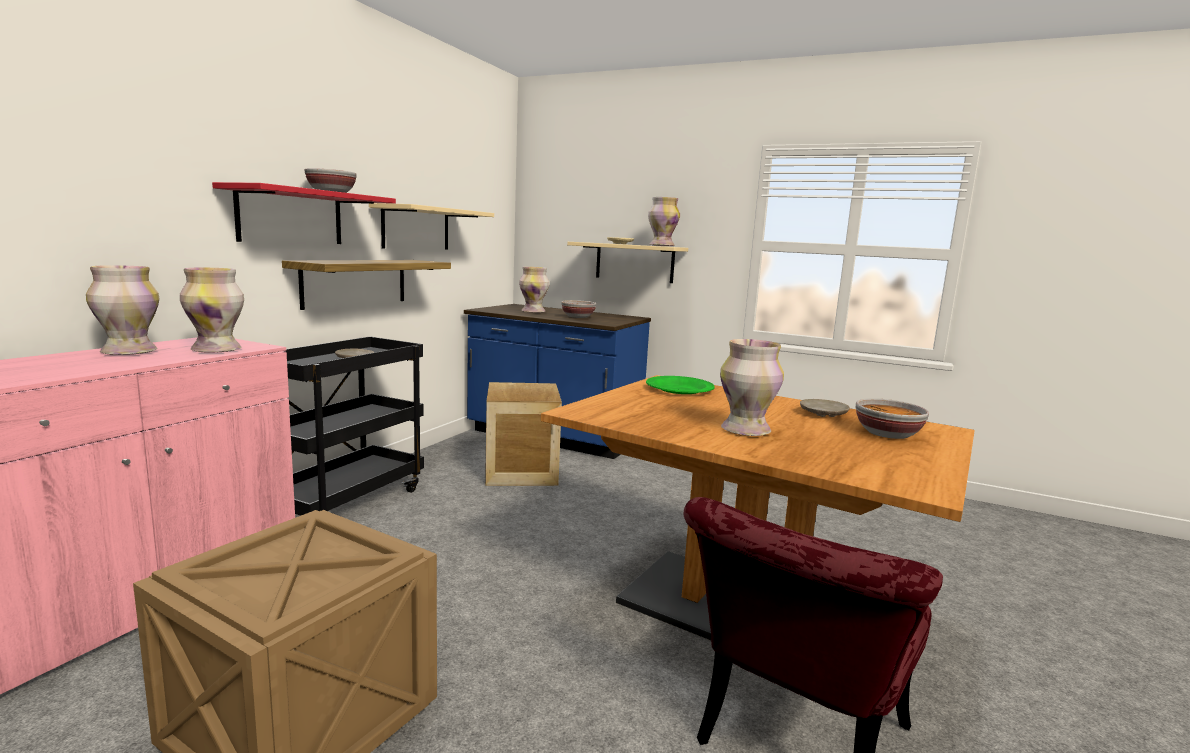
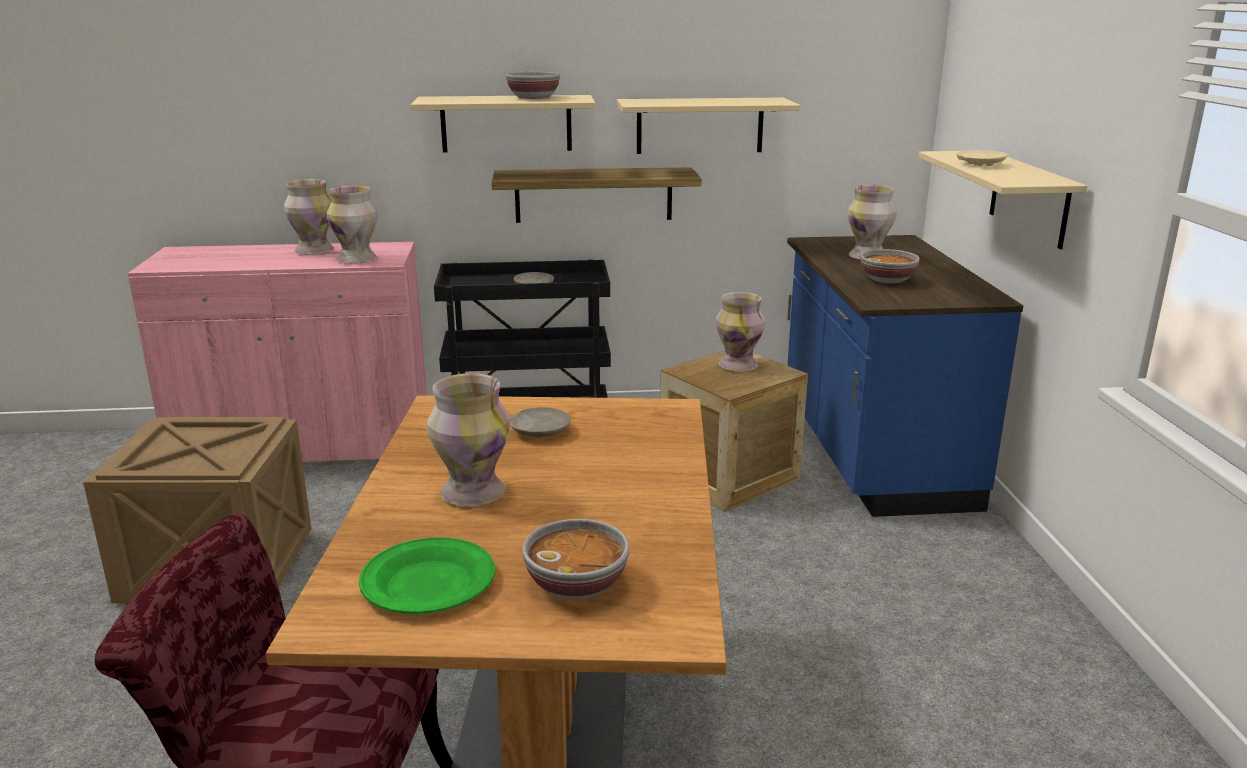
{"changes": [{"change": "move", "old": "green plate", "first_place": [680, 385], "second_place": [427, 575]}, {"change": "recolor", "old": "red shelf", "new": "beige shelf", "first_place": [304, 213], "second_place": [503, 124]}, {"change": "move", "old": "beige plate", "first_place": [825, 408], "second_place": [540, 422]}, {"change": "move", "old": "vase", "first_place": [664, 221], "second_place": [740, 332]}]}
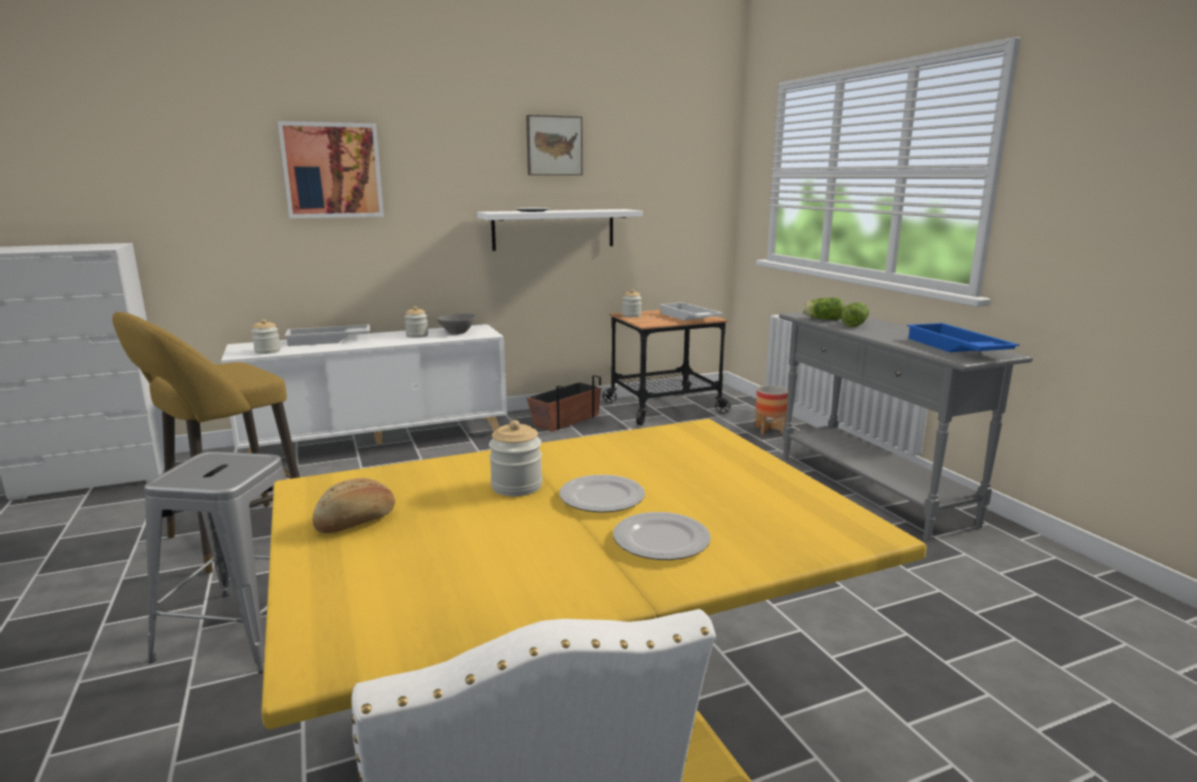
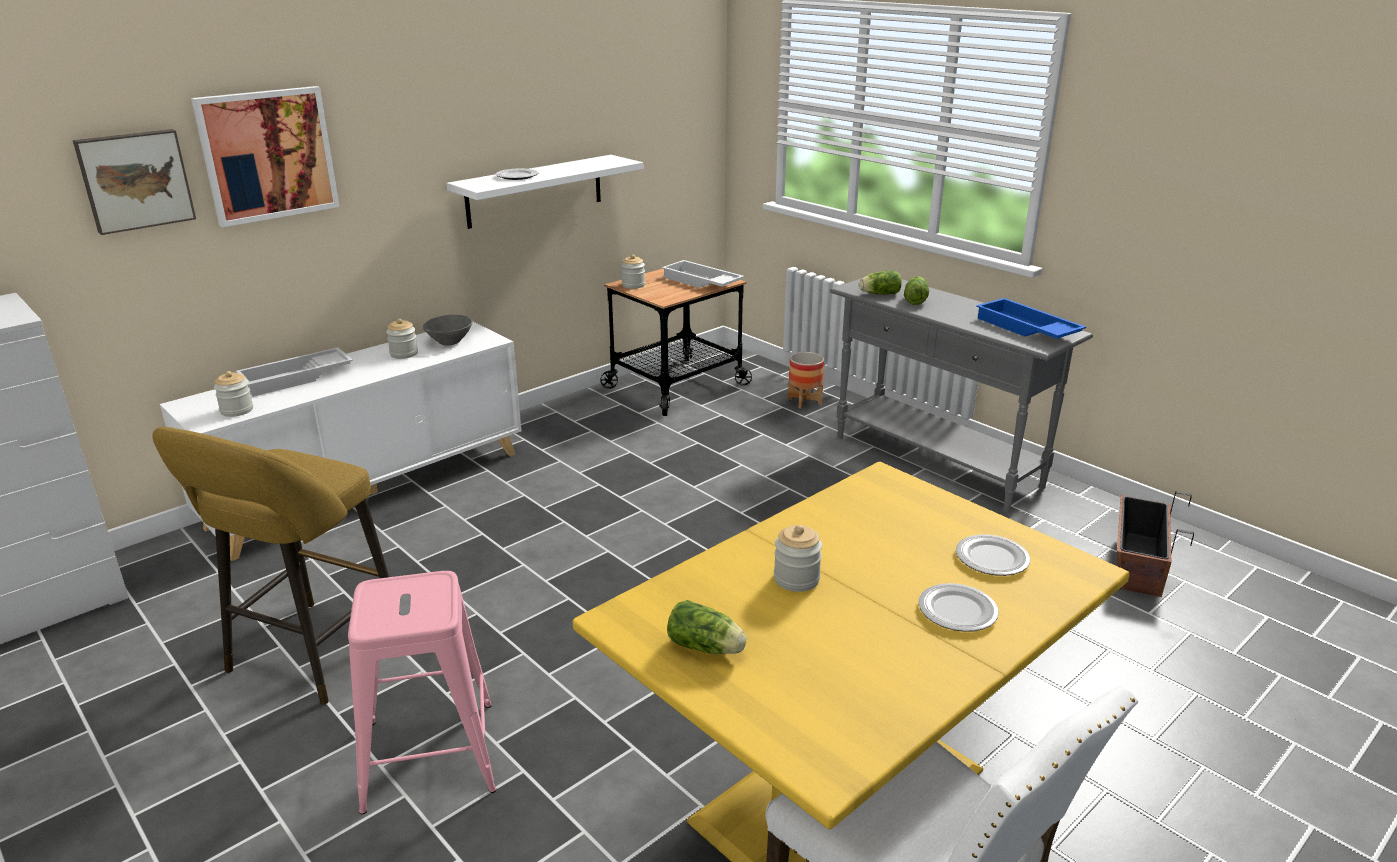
{"changes": [{"change": "move", "old": "picture", "first_place": [554, 145], "second_place": [134, 182]}, {"change": "recolor", "old": "grey stool", "new": "pink stool", "first_place": [215, 562], "second_place": [422, 692]}, {"change": "replace", "old": "bread", "new": "lettuce", "first_place": [353, 505], "second_place": [707, 627]}, {"change": "move", "old": "plate", "first_place": [602, 493], "second_place": [993, 555]}, {"change": "move", "old": "planter", "first_place": [564, 403], "second_place": [1155, 544]}]}
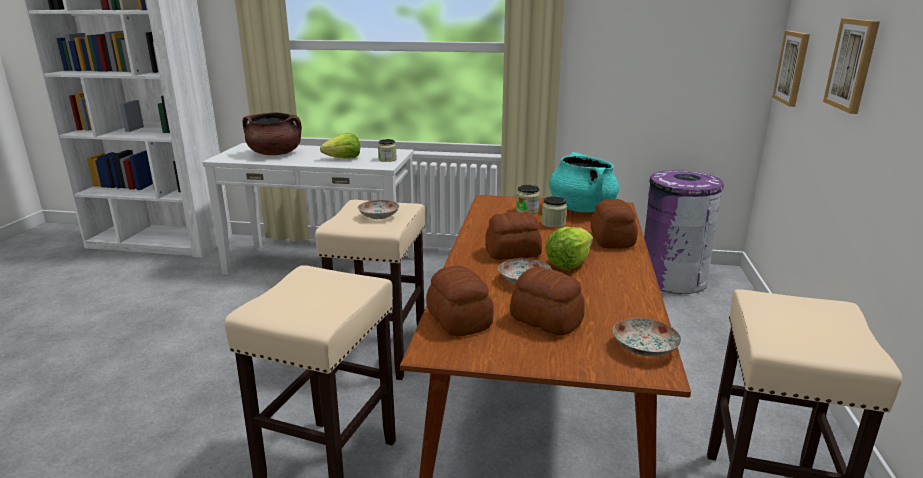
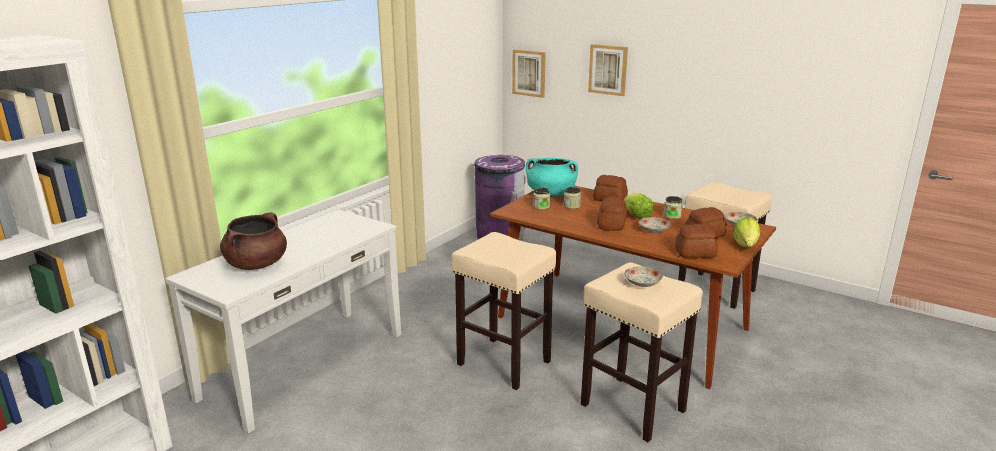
{"changes": [{"change": "move", "old": "plate", "first_place": [378, 209], "second_place": [643, 276]}, {"change": "move", "old": "jar", "first_place": [387, 150], "second_place": [673, 207]}, {"change": "move", "old": "lettuce", "first_place": [340, 146], "second_place": [746, 232]}]}
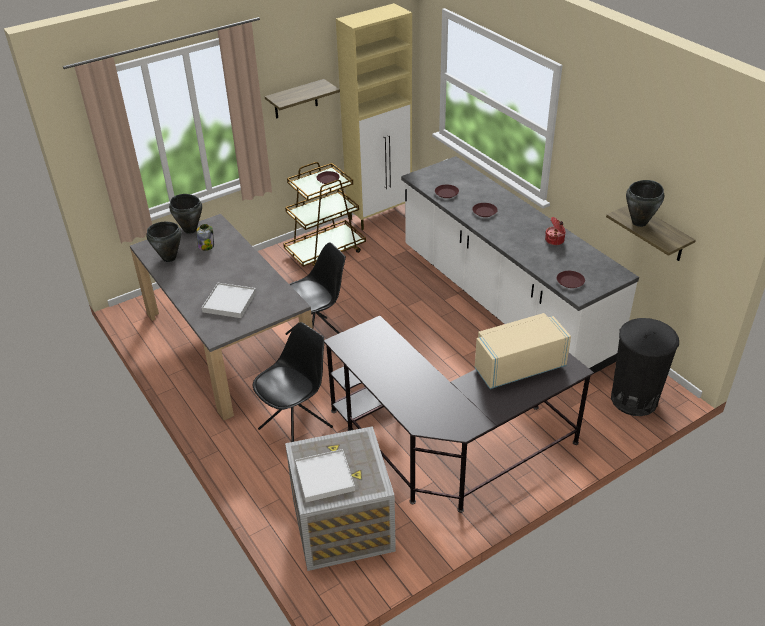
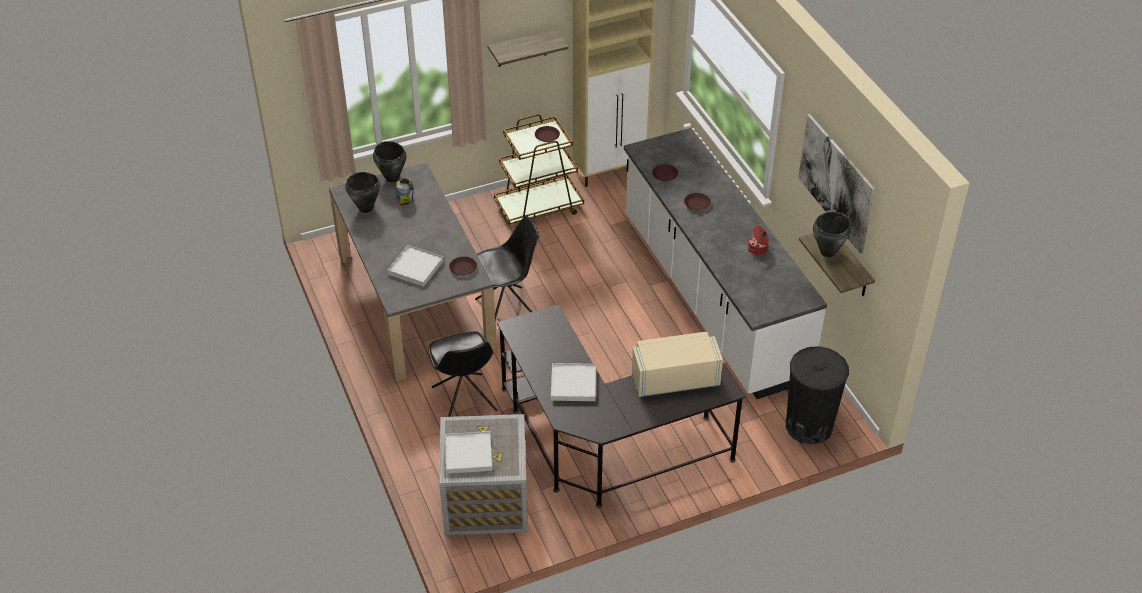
{"changes": [{"change": "rotate", "old": "black chair", "first_place": [293, 382], "second_place": [463, 374], "degrees": 105}, {"change": "move", "old": "brown plate", "first_place": [571, 279], "second_place": [463, 266]}, {"change": "insert", "new": "white tray", "second_place": [573, 382]}, {"change": "insert", "new": "picture", "second_place": [836, 184]}]}
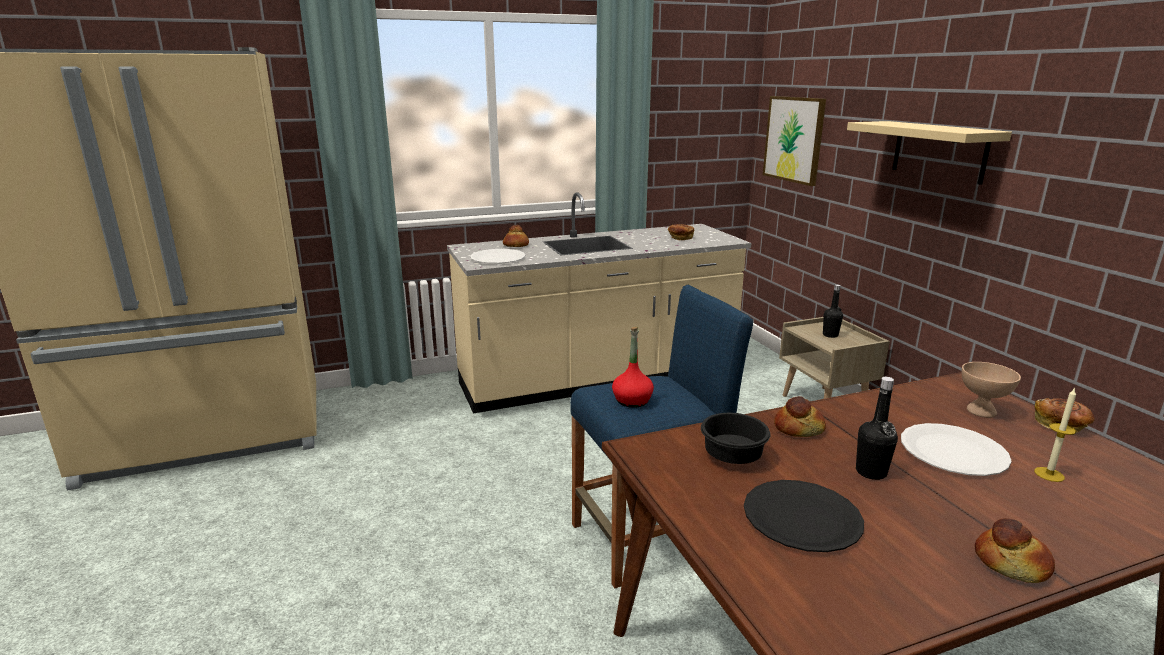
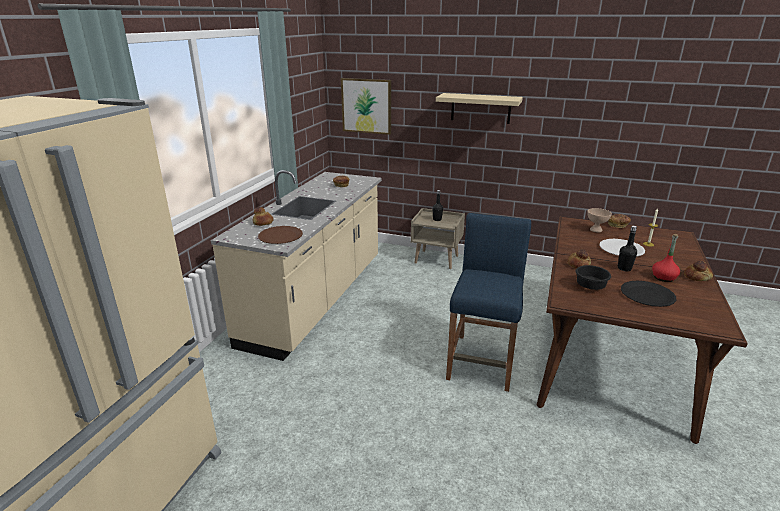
{"changes": [{"change": "recolor", "old": "white plate", "new": "brown plate", "first_place": [498, 256], "second_place": [280, 235]}, {"change": "move", "old": "red bottle", "first_place": [633, 367], "second_place": [666, 258]}]}
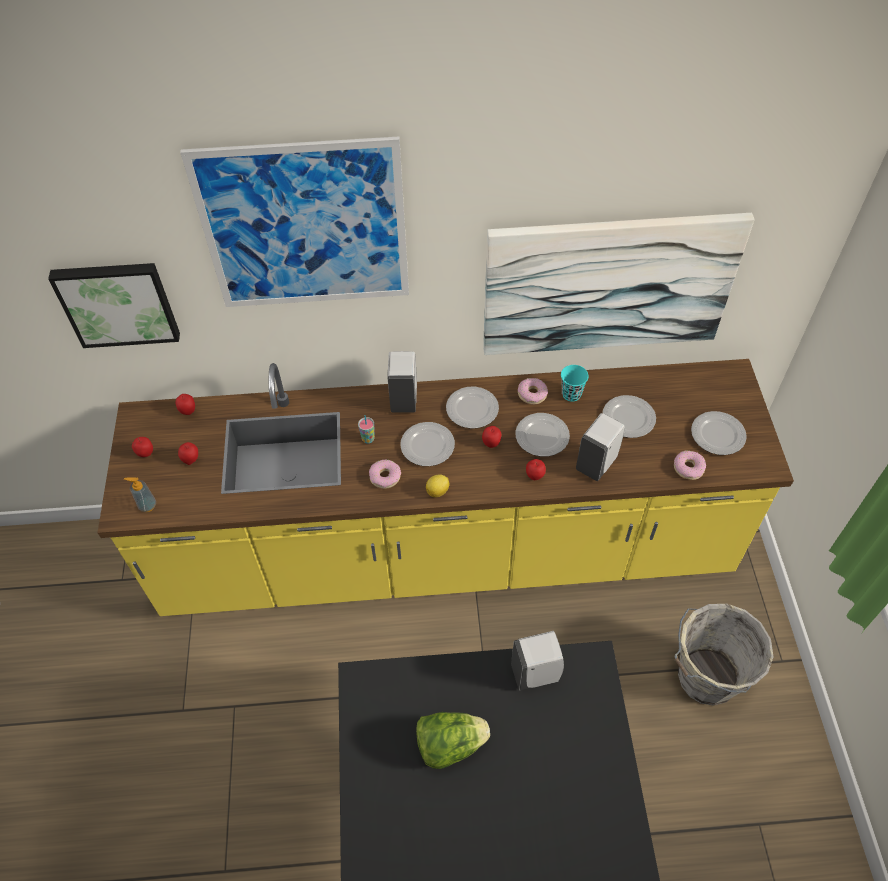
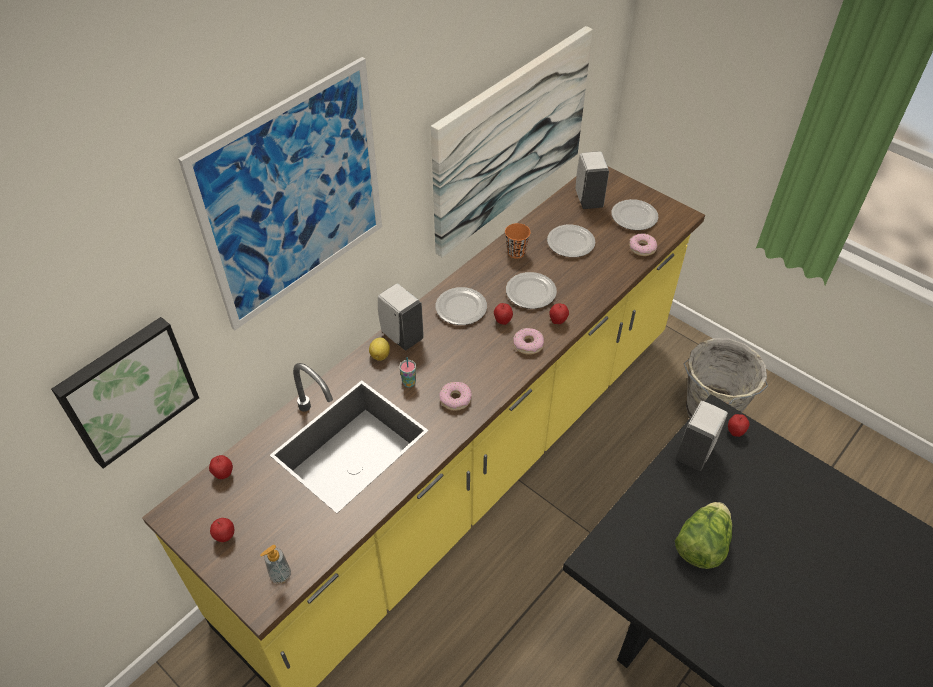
{"changes": [{"change": "move", "old": "lemon", "first_place": [437, 485], "second_place": [379, 349]}, {"change": "recolor", "old": "turquoise cup", "new": "orange cup", "first_place": [575, 383], "second_place": [517, 241]}, {"change": "move", "old": "donut", "first_place": [533, 391], "second_place": [528, 341]}, {"change": "move", "old": "white soap dispenser", "first_place": [600, 447], "second_place": [592, 180]}, {"change": "move", "old": "apple", "first_place": [188, 453], "second_place": [738, 425]}, {"change": "delete", "old": "plate", "first_place": [427, 444]}]}
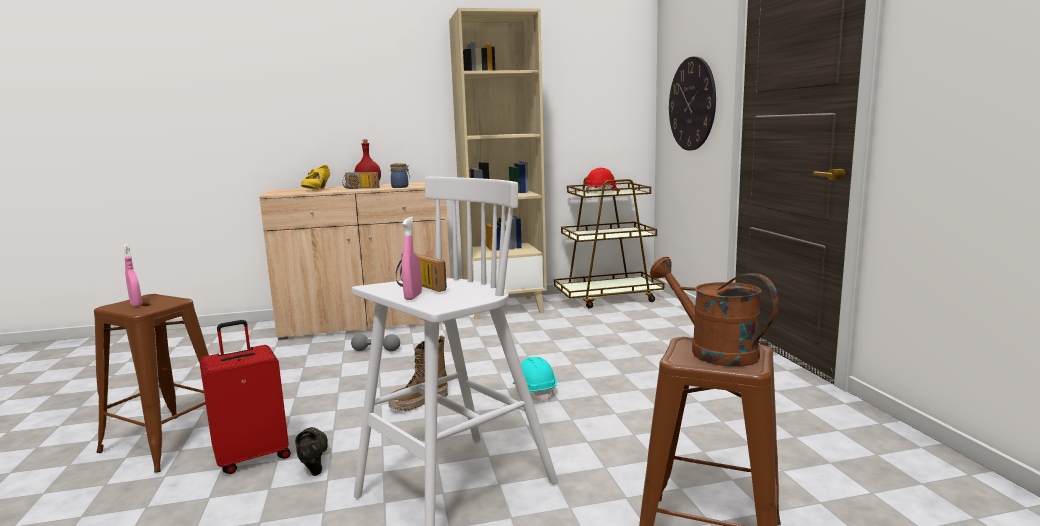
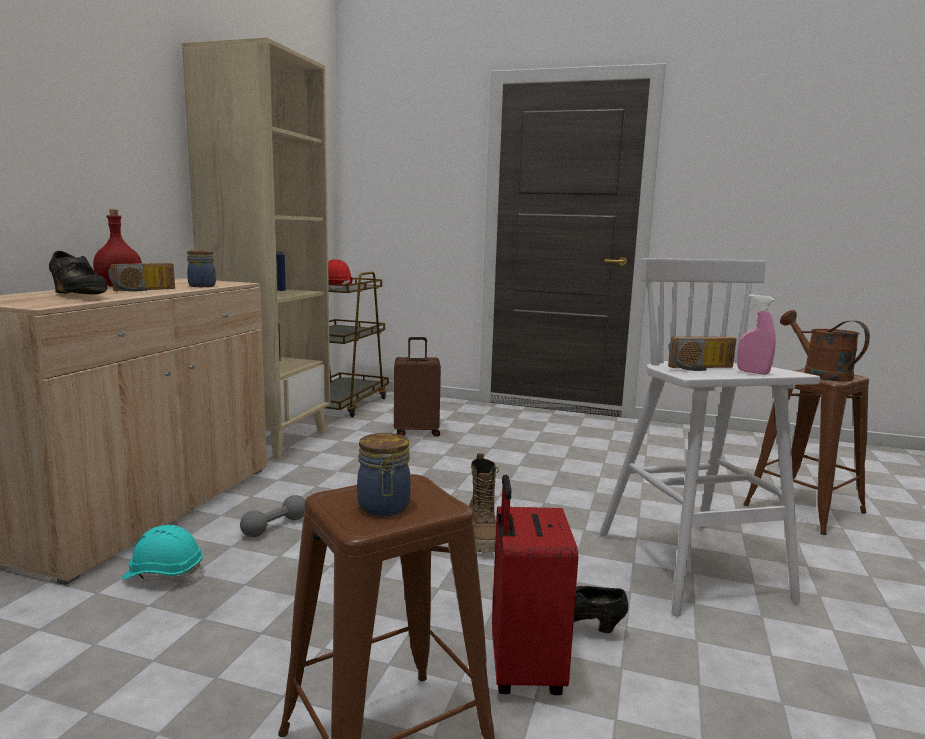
{"changes": [{"change": "recolor", "old": "yellow shoe", "new": "black shoe", "first_place": [315, 177], "second_place": [78, 273]}, {"change": "move", "old": "turquoise hard hat", "first_place": [534, 379], "second_place": [162, 554]}, {"change": "replace", "old": "pink spray bottle", "new": "jar", "first_place": [132, 275], "second_place": [384, 474]}, {"change": "insert", "new": "brown suitcase", "second_place": [417, 387]}, {"change": "rotate", "old": "brown watering can", "first_place": [714, 312], "second_place": [825, 346], "degrees": 75}, {"change": "delete", "old": "wall clock", "first_place": [692, 103]}]}
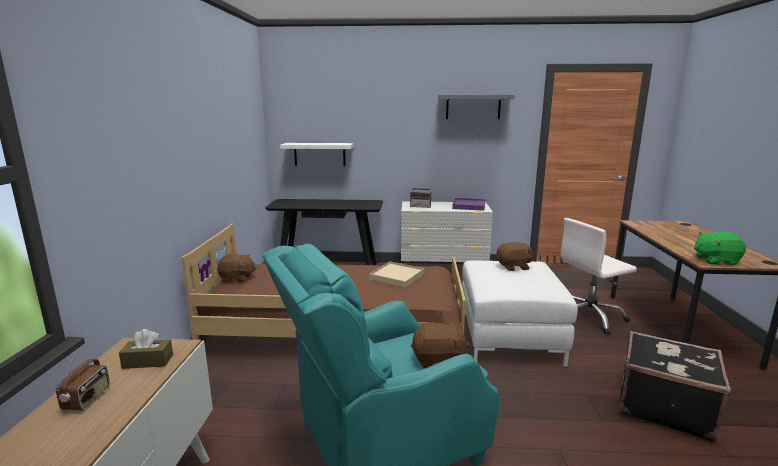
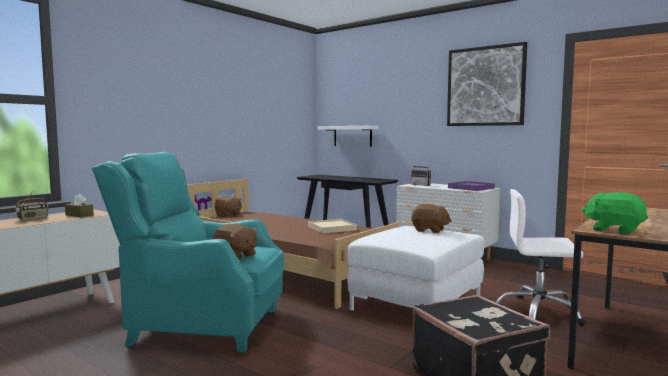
{"changes": [{"change": "replace", "old": "grey shelf", "new": "picture", "first_place": [476, 107], "second_place": [487, 84]}]}
